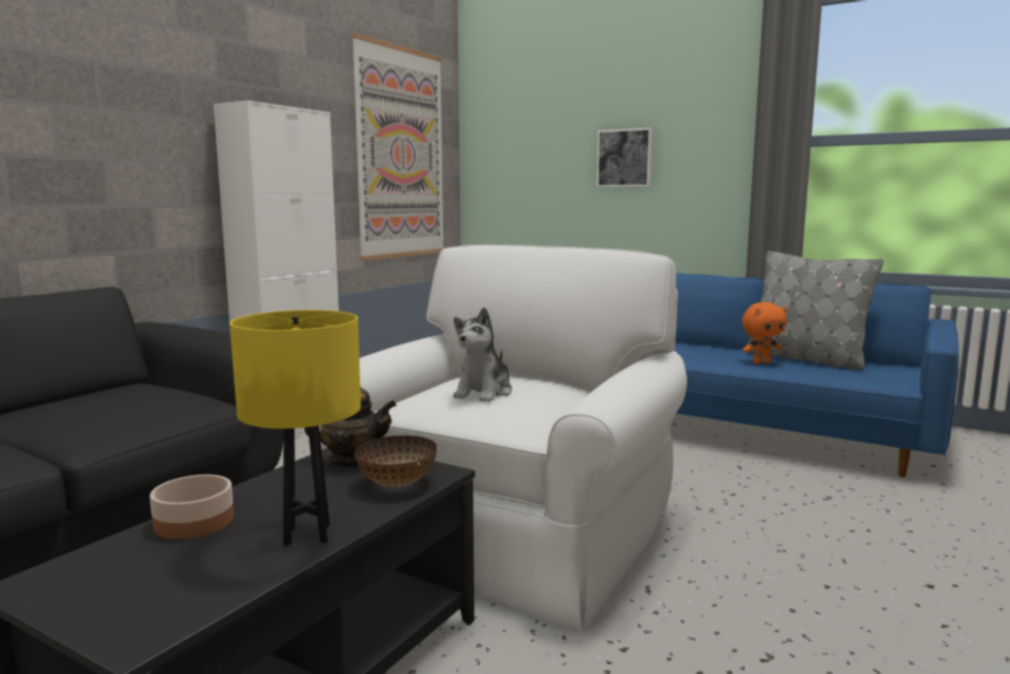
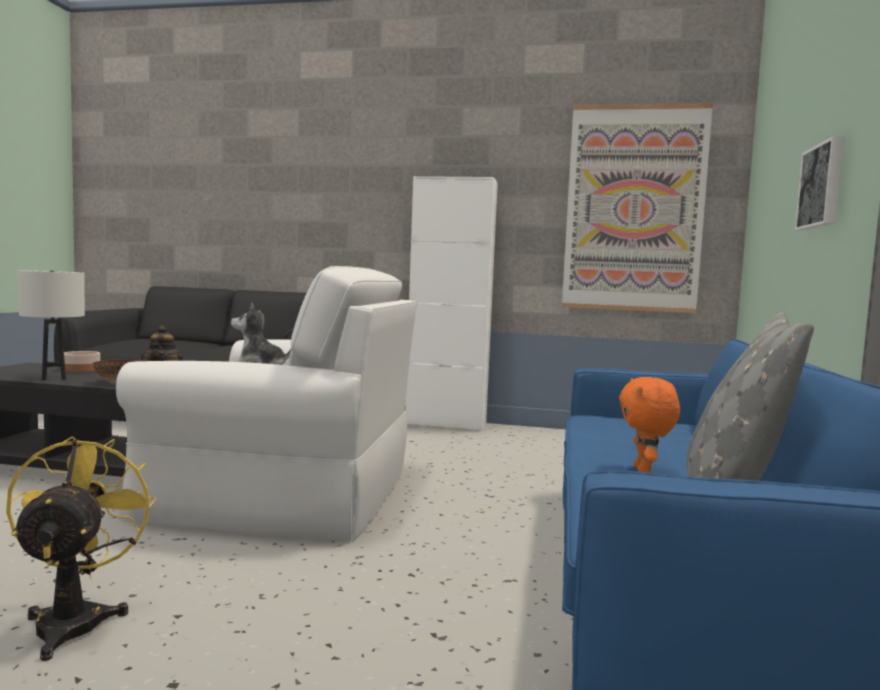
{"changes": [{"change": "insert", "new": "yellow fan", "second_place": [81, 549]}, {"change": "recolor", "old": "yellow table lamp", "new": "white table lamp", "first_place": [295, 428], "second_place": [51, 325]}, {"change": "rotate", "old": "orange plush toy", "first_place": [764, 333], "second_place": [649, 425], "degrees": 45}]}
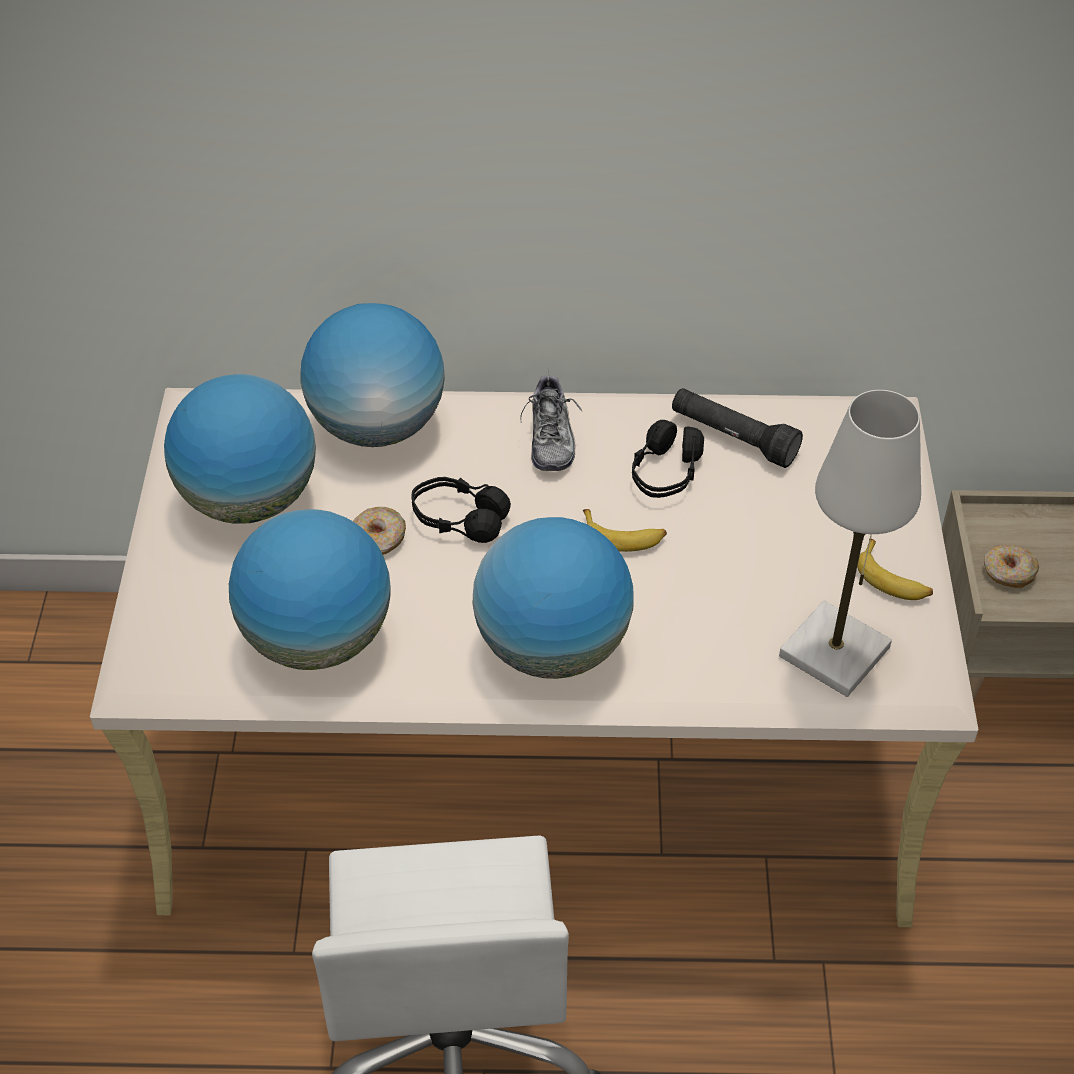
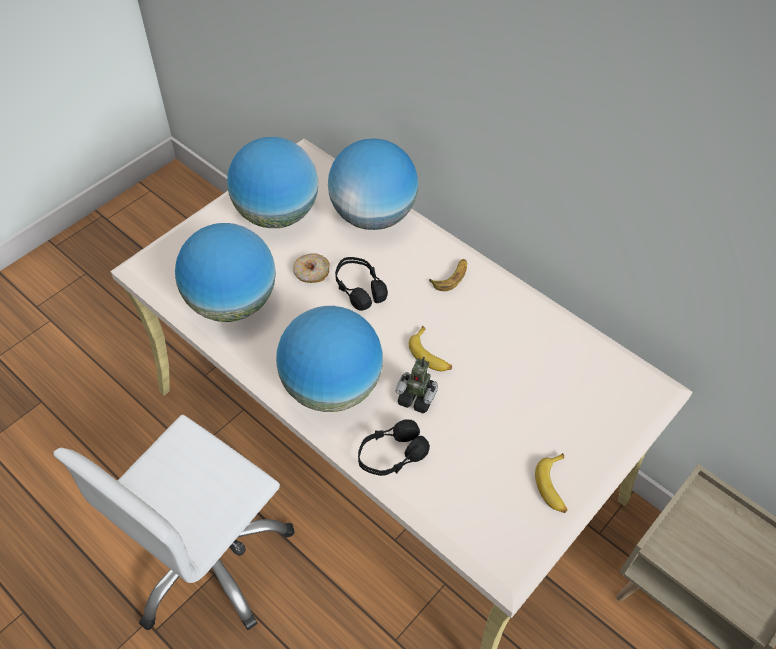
{"changes": [{"change": "move", "old": "black headphones", "first_place": [668, 459], "second_place": [394, 448]}, {"change": "insert", "new": "toy robot", "second_place": [416, 384]}, {"change": "replace", "old": "shoe", "new": "banana", "first_place": [551, 423], "second_place": [448, 275]}, {"change": "delete", "old": "black flashlight", "first_place": [737, 428]}, {"change": "delete", "old": "white table lamp", "first_place": [850, 543]}, {"change": "delete", "old": "donut", "first_place": [1011, 566]}]}
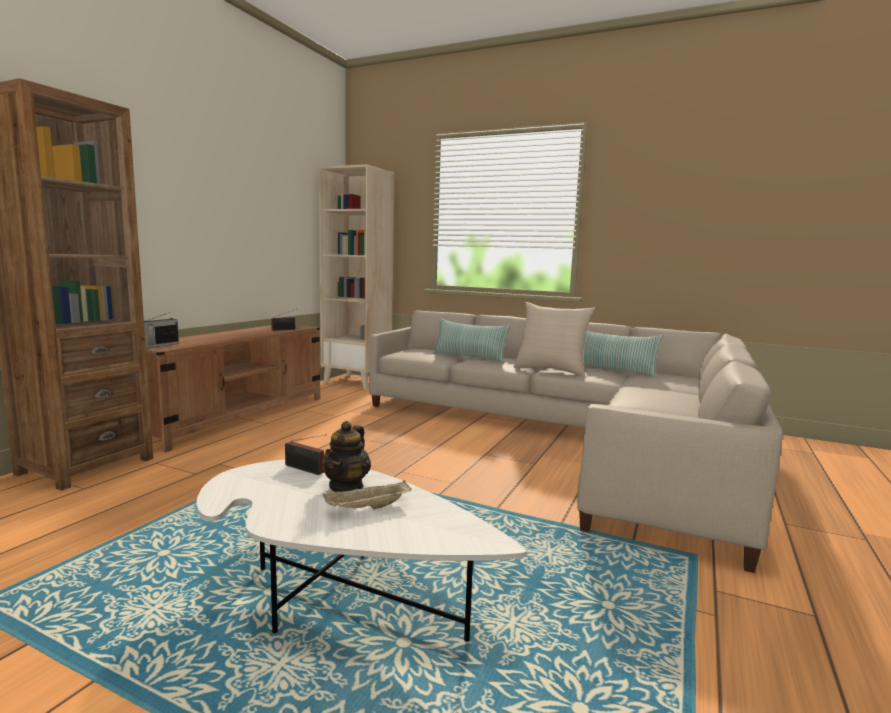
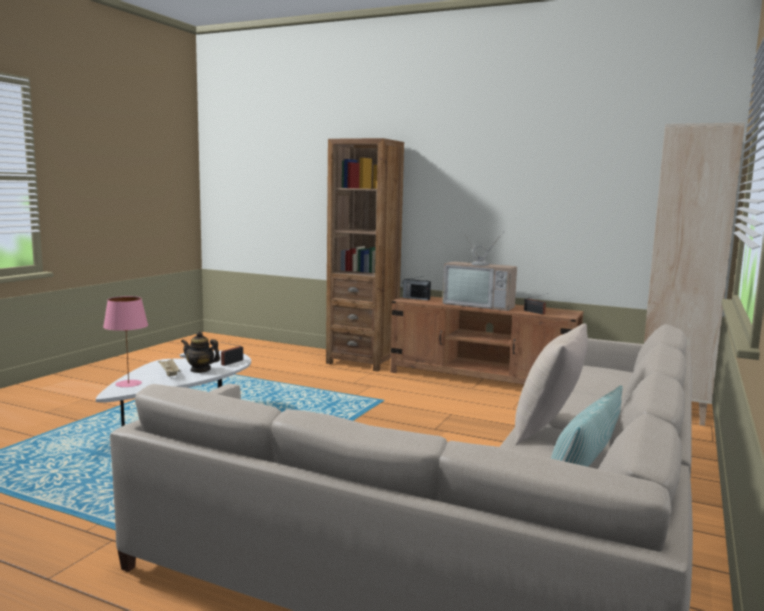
{"changes": [{"change": "insert", "new": "pink table lamp", "second_place": [125, 341]}, {"change": "insert", "new": "television", "second_place": [479, 270]}, {"change": "delete", "old": "pillow", "first_place": [472, 340]}]}
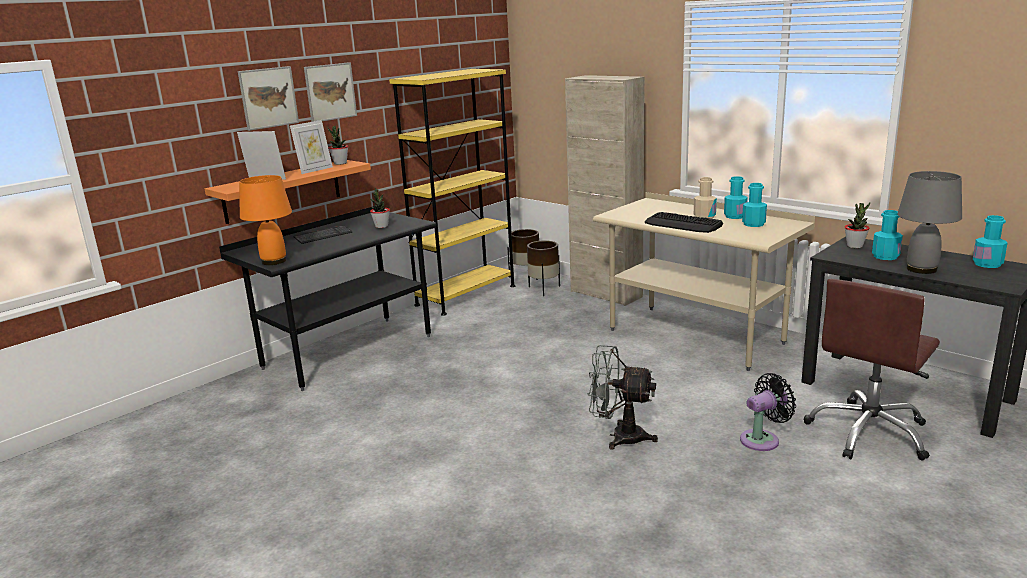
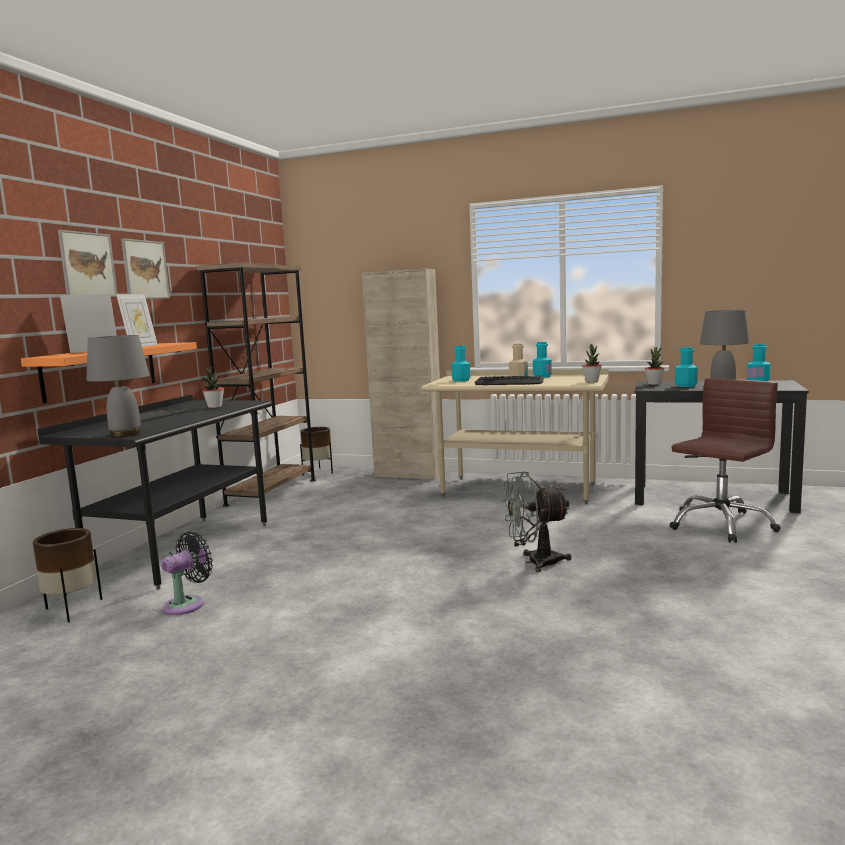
{"changes": [{"change": "move", "old": "brown planter", "first_place": [543, 268], "second_place": [67, 575]}, {"change": "recolor", "old": "orange table lamp", "new": "grey table lamp", "first_place": [265, 220], "second_place": [118, 386]}, {"change": "move", "old": "black fan", "first_place": [768, 412], "second_place": [187, 573]}, {"change": "recolor", "old": "yellow bookcase", "new": "brown bookcase", "first_place": [452, 192], "second_place": [256, 384]}, {"change": "move", "old": "turquoise bottle", "first_place": [754, 205], "second_place": [461, 364]}, {"change": "move", "old": "potted plant", "first_place": [337, 145], "second_place": [592, 363]}, {"change": "rotate", "old": "brown office chair", "first_place": [872, 369], "second_place": [725, 460], "degrees": -150}]}
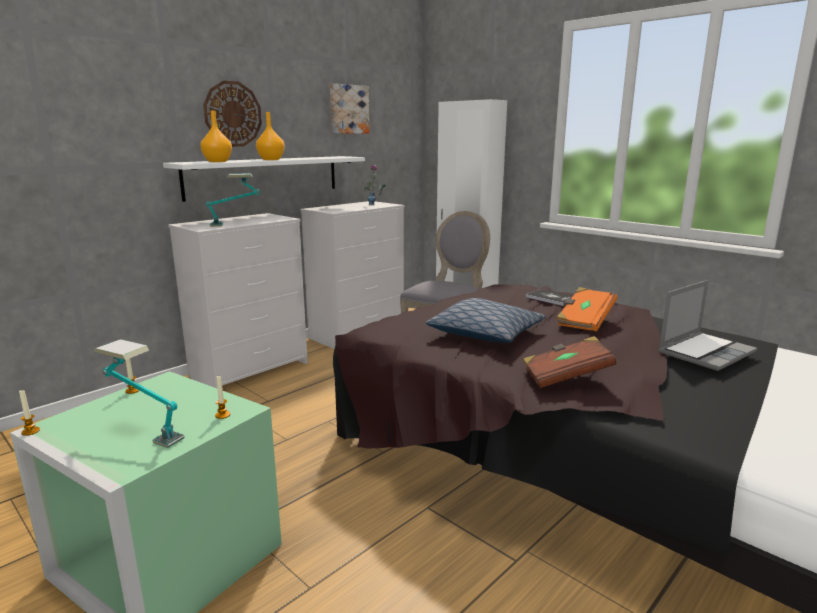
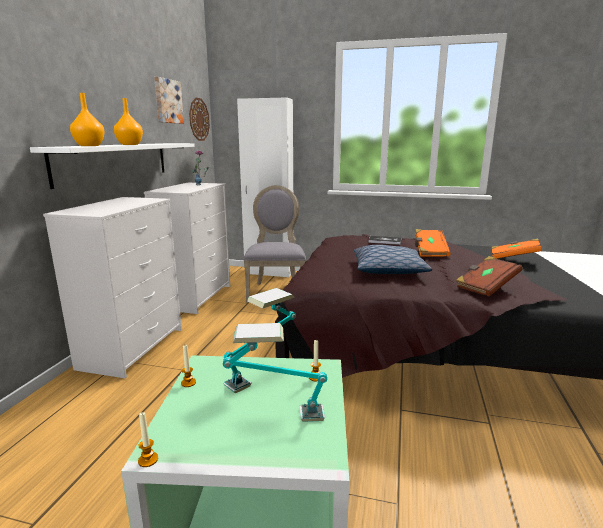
{"changes": [{"change": "move", "old": "wall clock", "first_place": [232, 114], "second_place": [199, 119]}, {"change": "move", "old": "table lamp", "first_place": [233, 200], "second_place": [259, 341]}, {"change": "replace", "old": "laptop", "new": "orange book", "first_place": [707, 325], "second_place": [516, 249]}]}
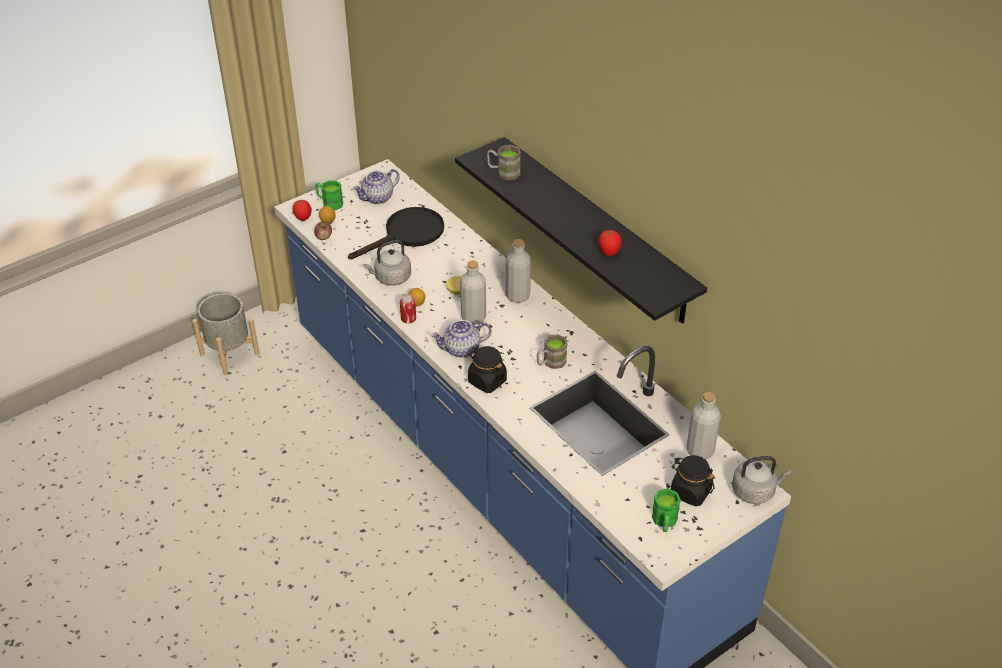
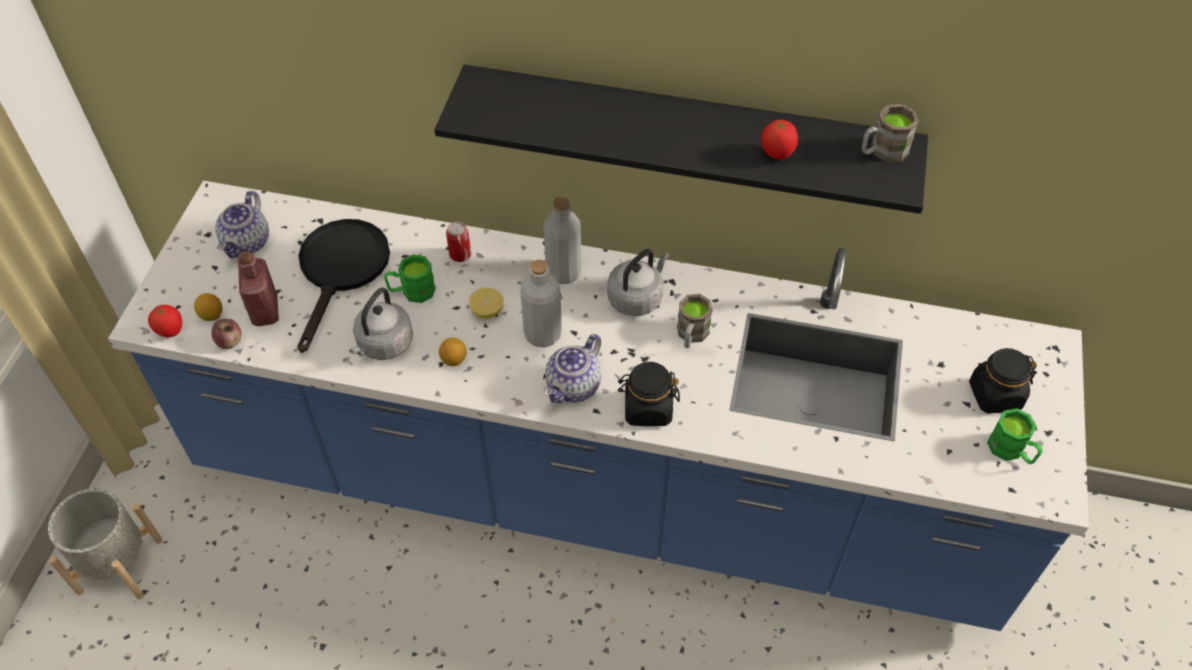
{"changes": [{"change": "insert", "new": "red bottle", "second_place": [258, 288]}, {"change": "move", "old": "green mug", "first_place": [329, 195], "second_place": [410, 279]}, {"change": "move", "old": "can", "first_place": [408, 308], "second_place": [458, 242]}, {"change": "move", "old": "grey kettle", "first_place": [762, 480], "second_place": [638, 282]}, {"change": "move", "old": "brown mug", "first_place": [504, 162], "second_place": [890, 133]}, {"change": "delete", "old": "grey bottle", "first_place": [703, 425]}]}
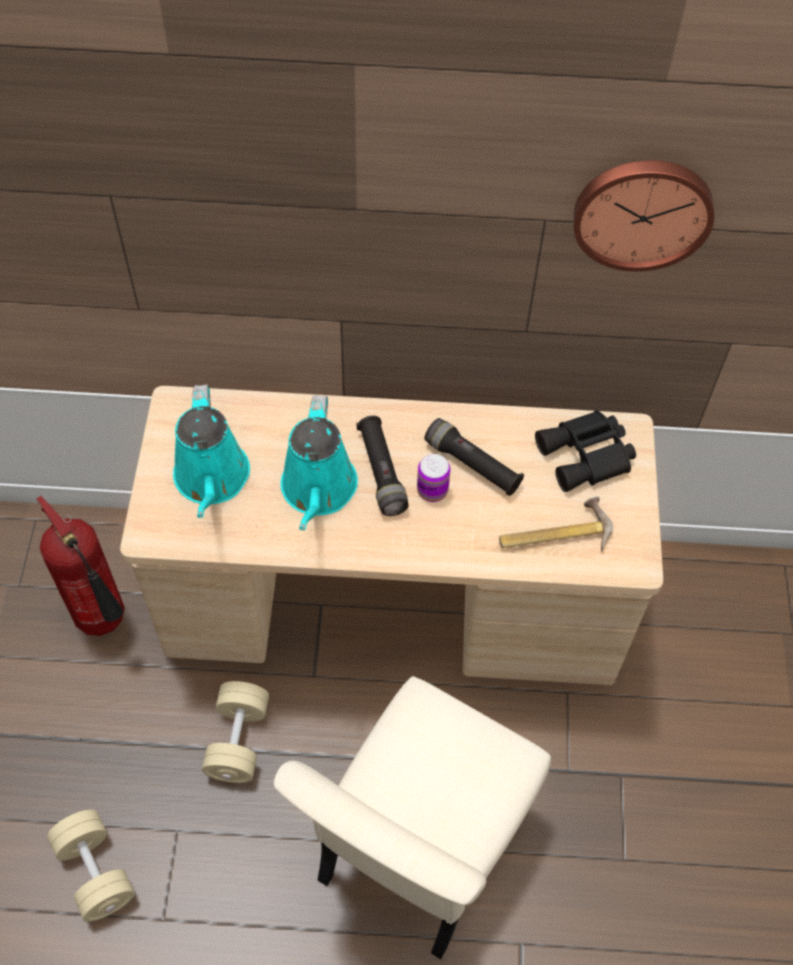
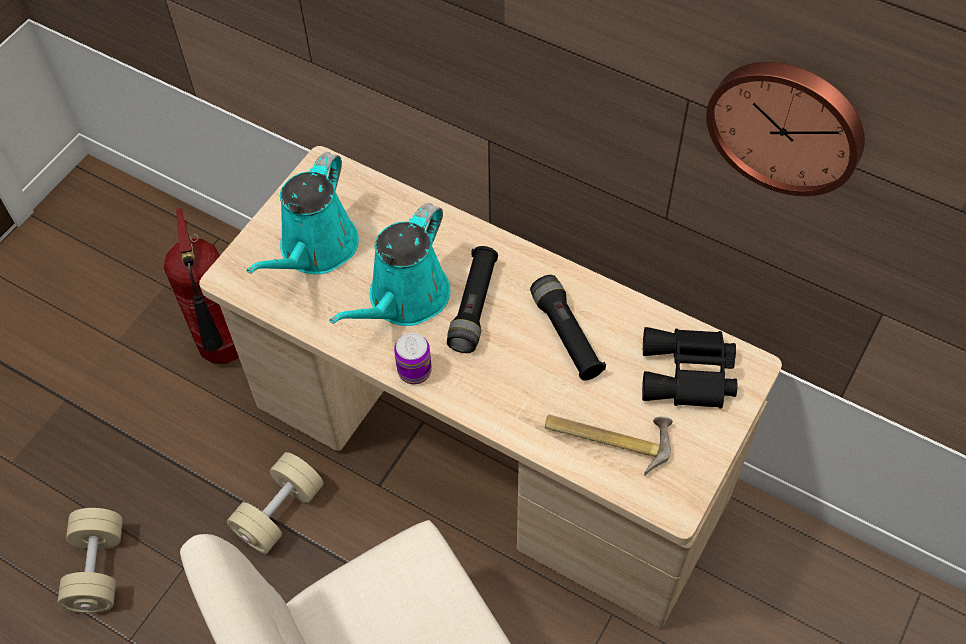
{"changes": [{"change": "move", "old": "can", "first_place": [433, 478], "second_place": [413, 358]}]}
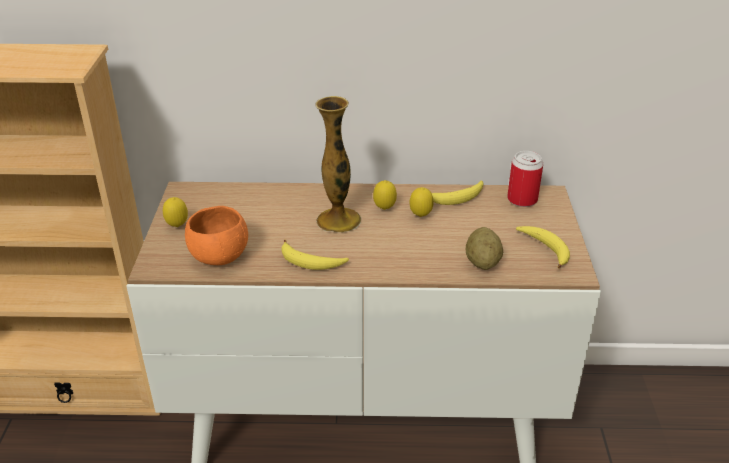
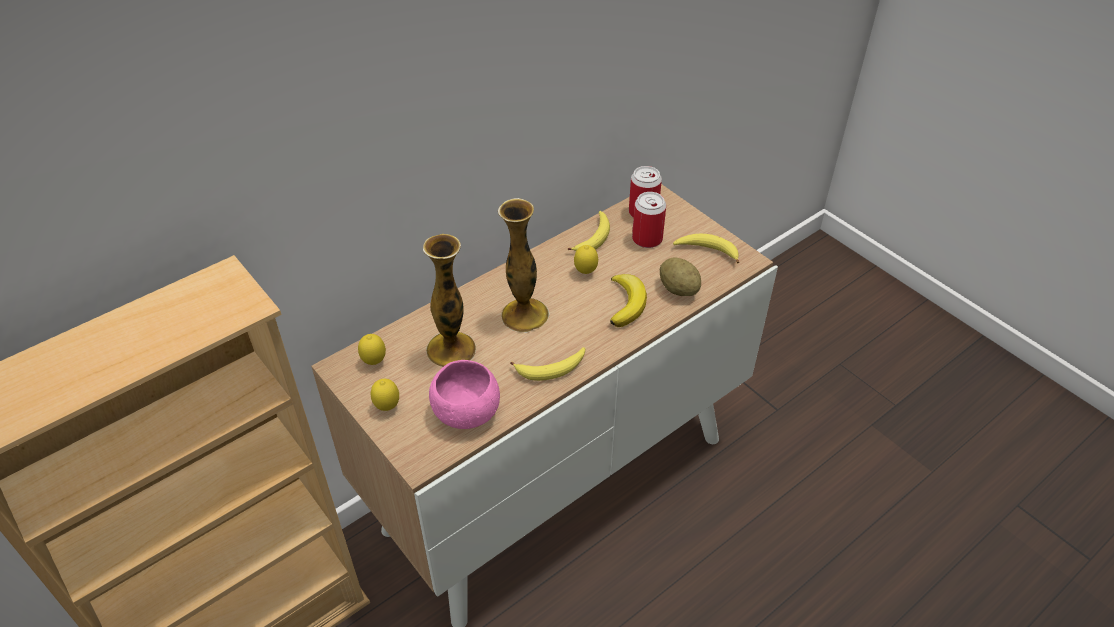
{"changes": [{"change": "move", "old": "lemon", "first_place": [385, 195], "second_place": [372, 349]}, {"change": "insert", "new": "vase", "second_place": [449, 300]}, {"change": "recolor", "old": "orange bowl", "new": "pink bowl", "first_place": [216, 235], "second_place": [464, 394]}, {"change": "insert", "new": "banana", "second_place": [628, 300]}, {"change": "insert", "new": "can", "second_place": [649, 220]}]}
